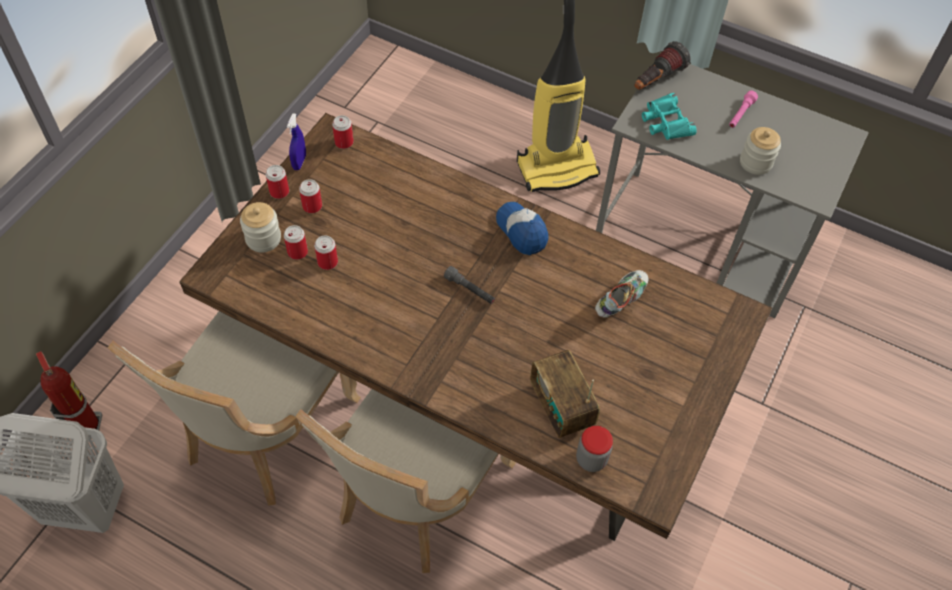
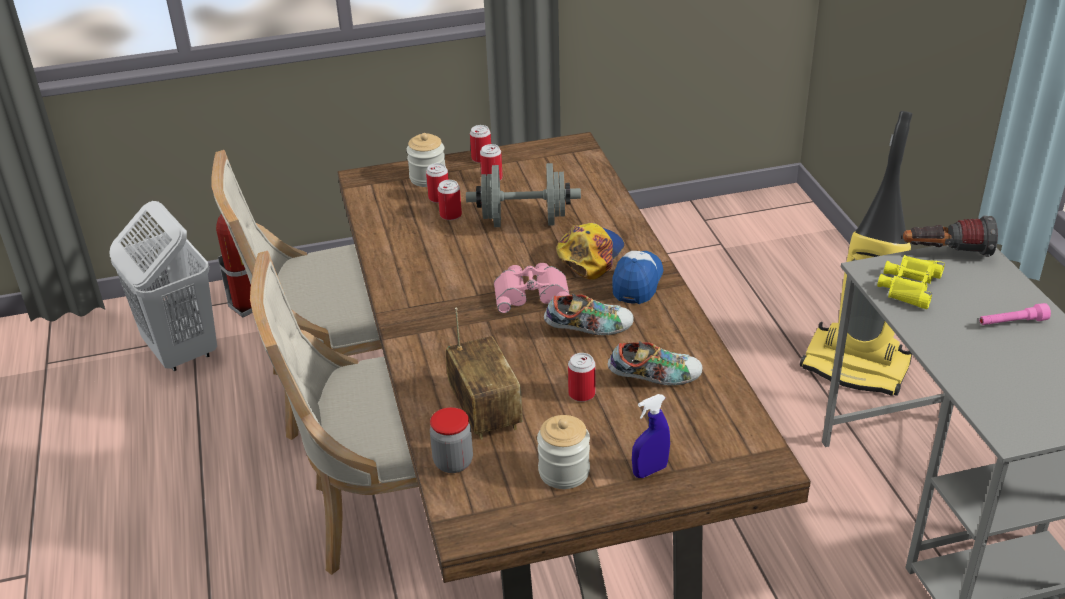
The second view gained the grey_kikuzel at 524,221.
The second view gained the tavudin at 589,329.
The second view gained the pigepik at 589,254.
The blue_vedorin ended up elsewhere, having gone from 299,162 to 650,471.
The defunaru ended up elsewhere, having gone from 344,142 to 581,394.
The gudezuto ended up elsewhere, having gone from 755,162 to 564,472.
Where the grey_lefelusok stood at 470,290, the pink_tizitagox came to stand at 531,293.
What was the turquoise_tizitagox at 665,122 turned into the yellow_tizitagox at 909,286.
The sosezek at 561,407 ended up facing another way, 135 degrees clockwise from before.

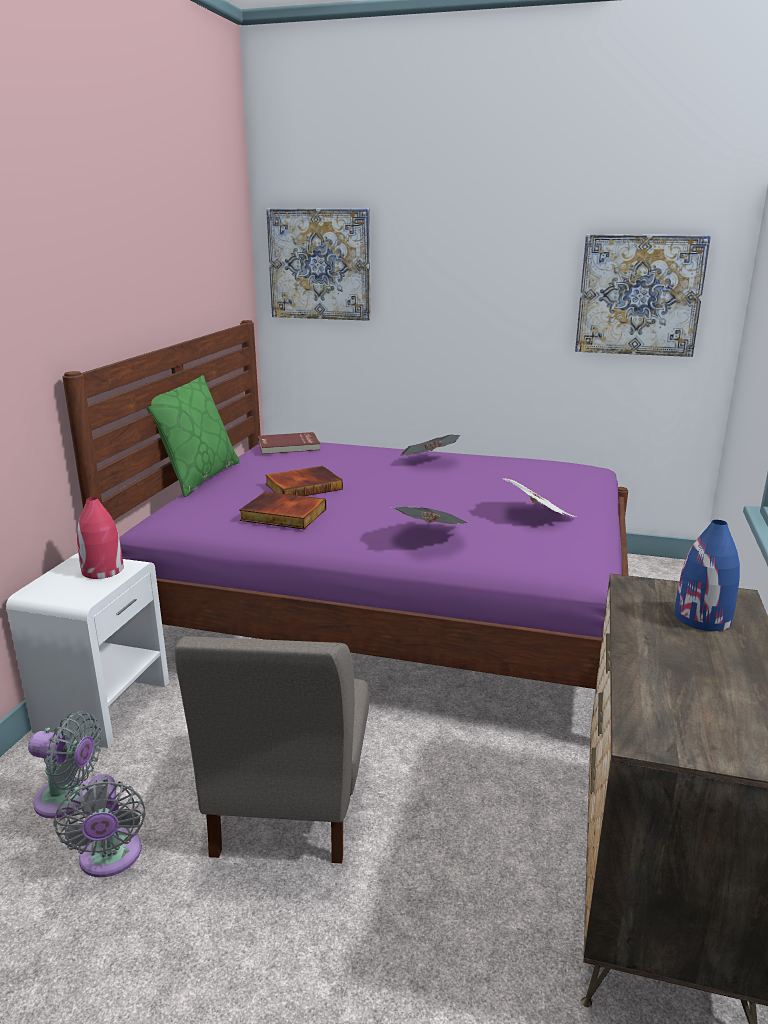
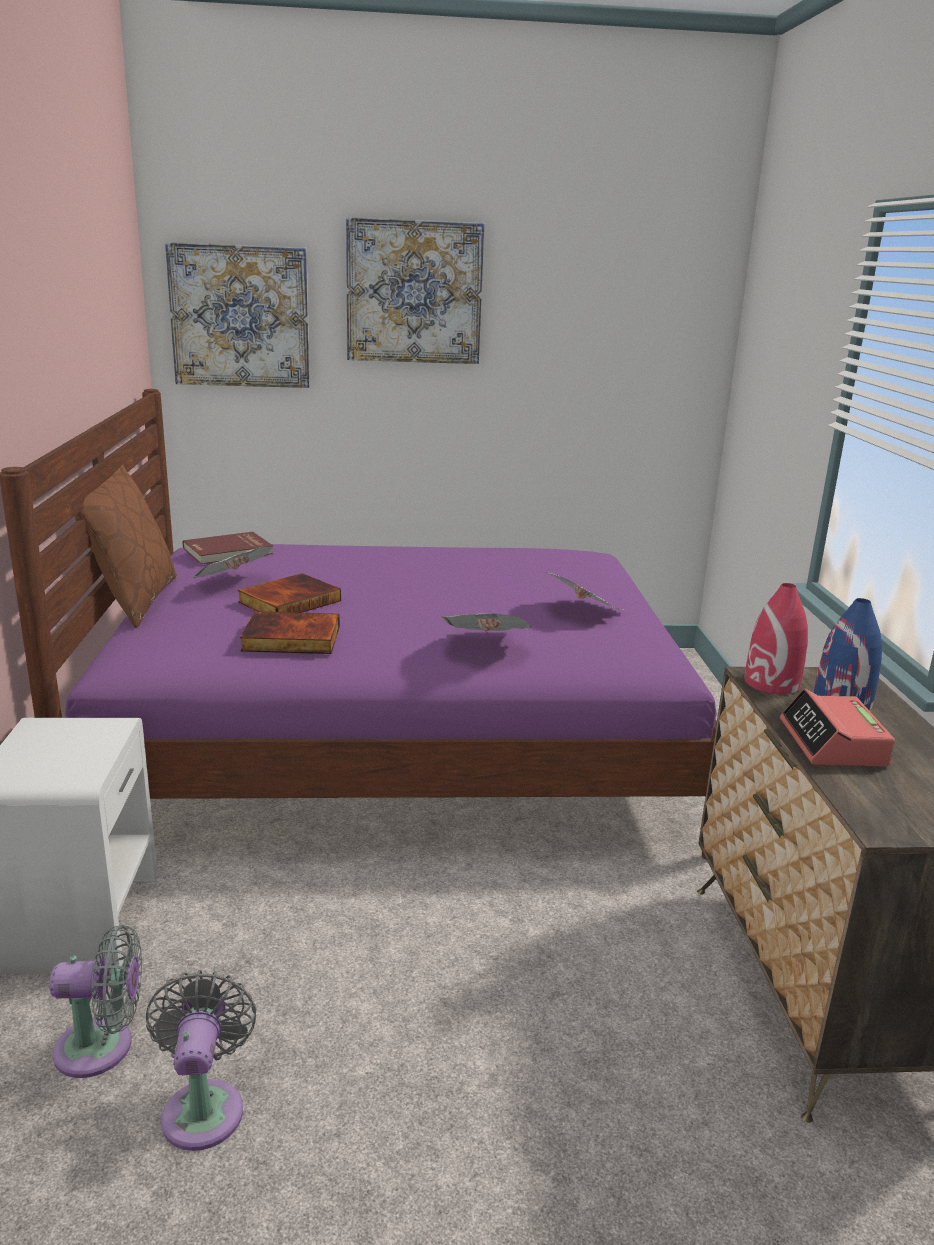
The second view lost the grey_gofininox at 288,806.
The second view gained the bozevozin at 832,744.
The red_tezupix ended up elsewhere, having gone from 102,570 to 772,683.
The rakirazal ended up elsewhere, having gone from 429,461 to 233,583.
The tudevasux ended up elsewhere, having gone from 639,295 to 414,292.
What was the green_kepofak at 198,477 turned into the brown_kepofak at 133,600.
The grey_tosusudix at 110,859 ended up facing another way, 150 degrees counterclockwise from before.

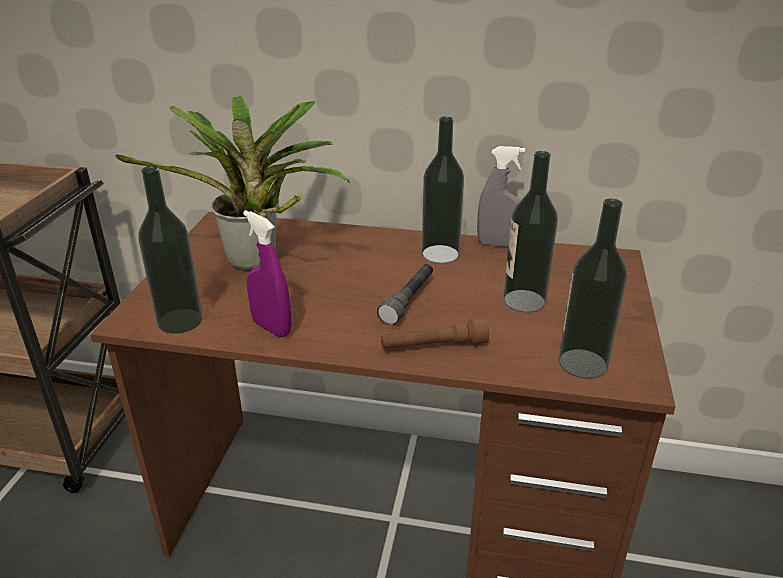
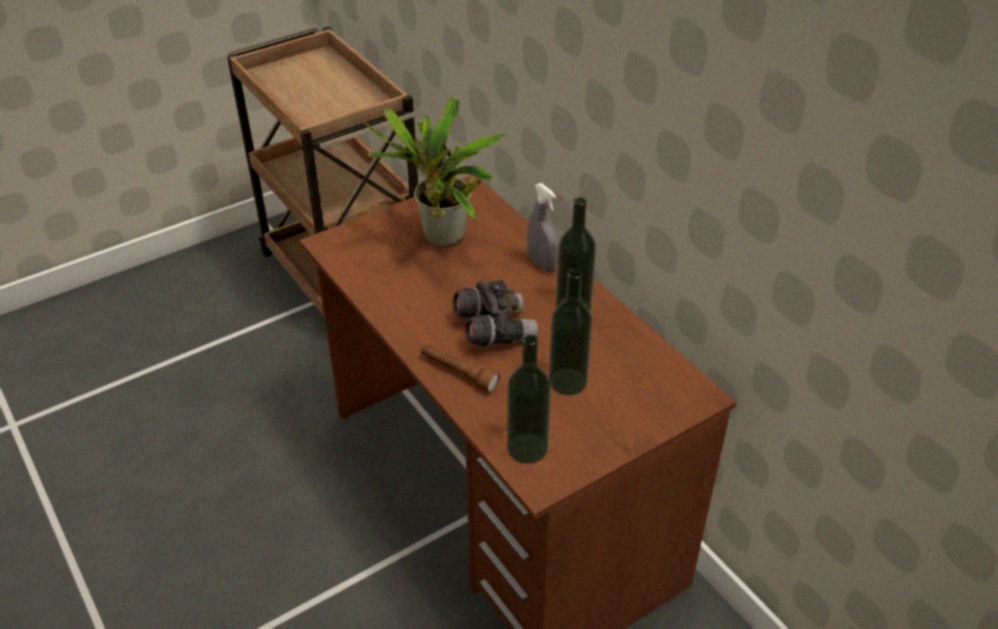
The second view lost the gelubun at 180,321.
The second view lost the purple_vedorin at 271,328.
The grey_vedorin ended up elsewhere, having gone from 498,244 to 541,264.
Where the grey_lefelusok stood at 408,300, the grey_tizitagox came to stand at 493,330.

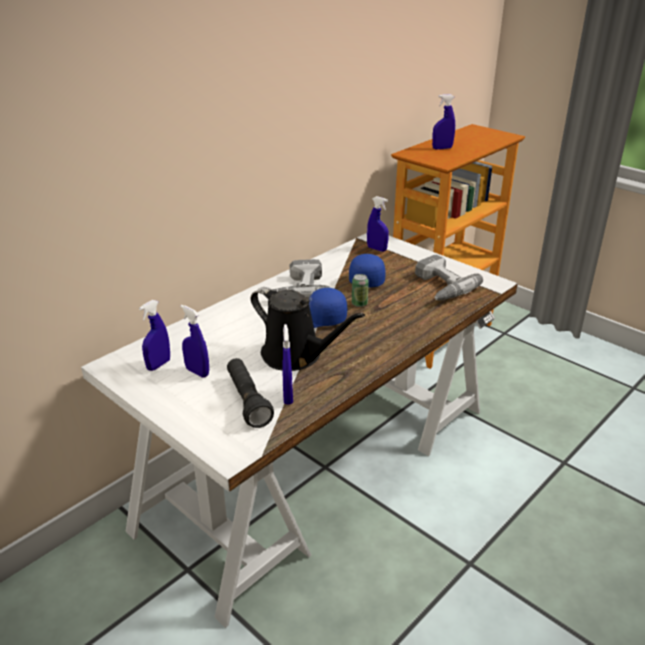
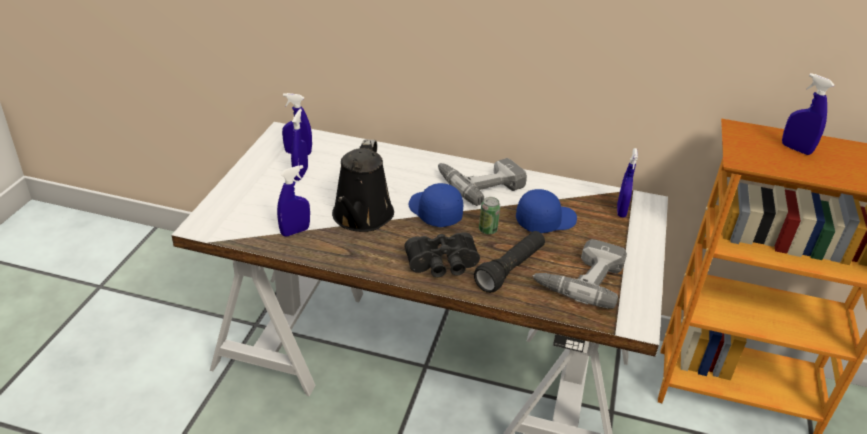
The second view gained the black_tizitagox at 442,265.
The black_lefelusok ended up elsewhere, having gone from 247,401 to 510,269.

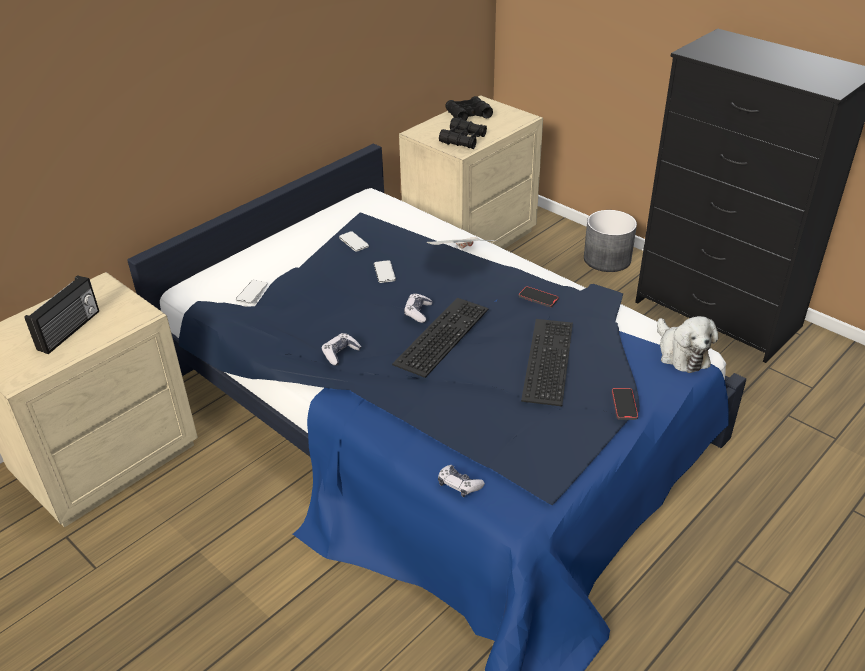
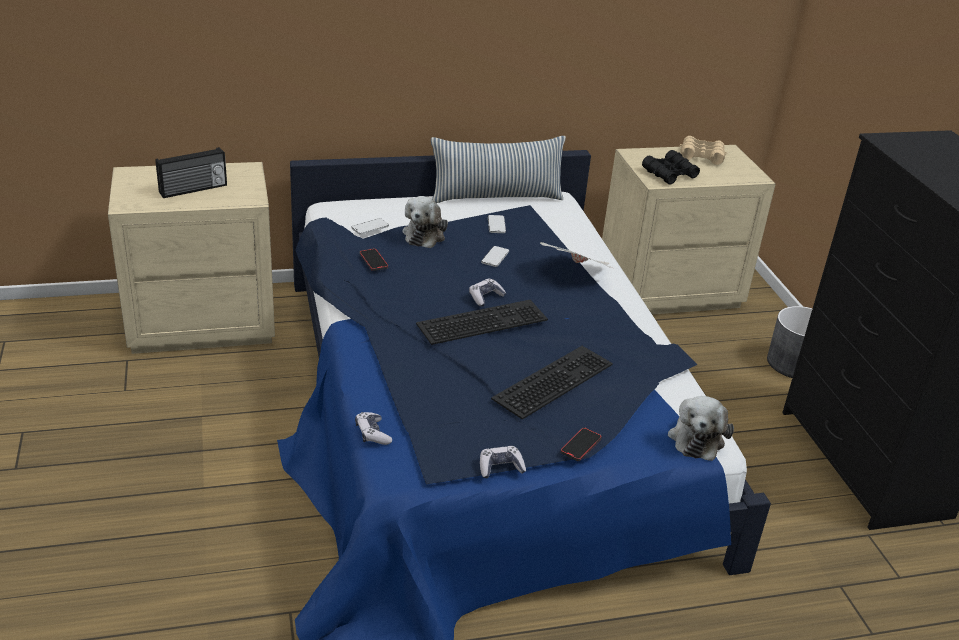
The second view gained the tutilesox at 425,234.
The second view gained the kepofak at 496,197.
The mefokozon ended up elsewhere, having gone from 340,353 to 500,467.
The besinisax ended up elsewhere, having gone from 538,298 to 373,261.
What was the black_tizitagox at 468,115 turned into the beige_tizitagox at 701,156.

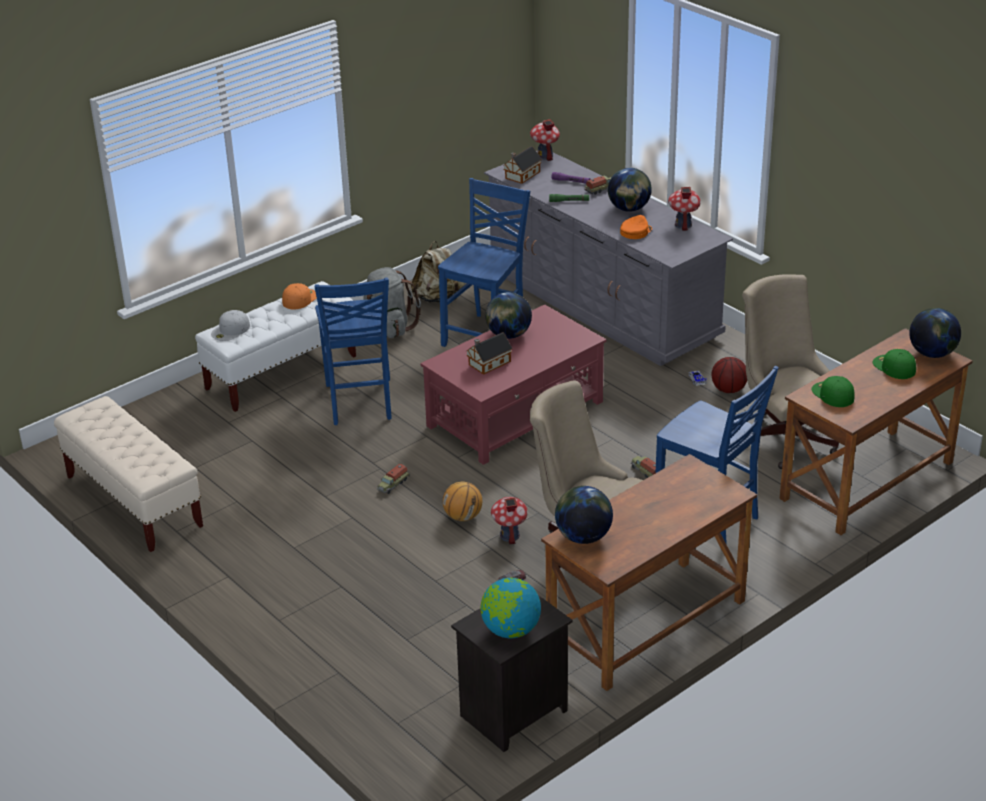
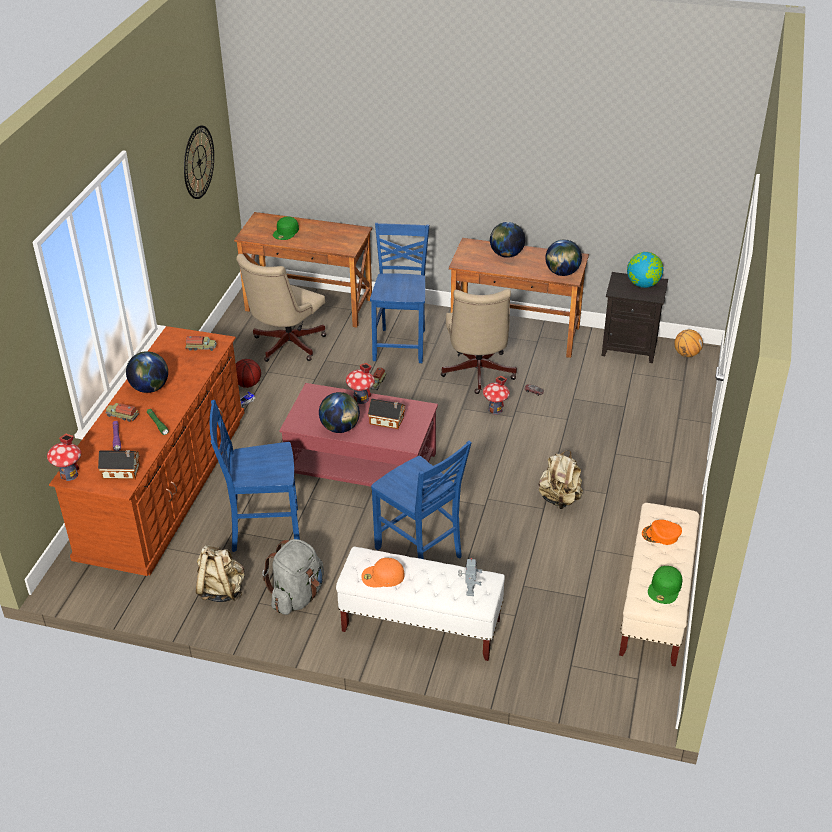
The second view gained the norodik at 199,162.
The second view gained the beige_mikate at 559,499.
The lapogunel ended up elsewhere, having gone from 393,484 to 201,347.
The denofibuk ended up elsewhere, having gone from 463,517 to 686,354.
The orange_pigepik ended up elsewhere, having gone from 635,231 to 661,535.
The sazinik ended up elsewhere, having gone from 683,224 to 361,399.
The green_pigepik ended up elsewhere, having gone from 832,394 to 665,588.
The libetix ended up elsewhere, having gone from 932,353 to 506,254.
Where the white_pigepik stood at 230,330, the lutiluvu came to stand at 469,590.
What was the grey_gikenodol at 601,304 turned into the brown_gikenodol at 165,488.
The blue_gofininox at 359,403 ended up facing another way, 90 degrees clockwise from before.

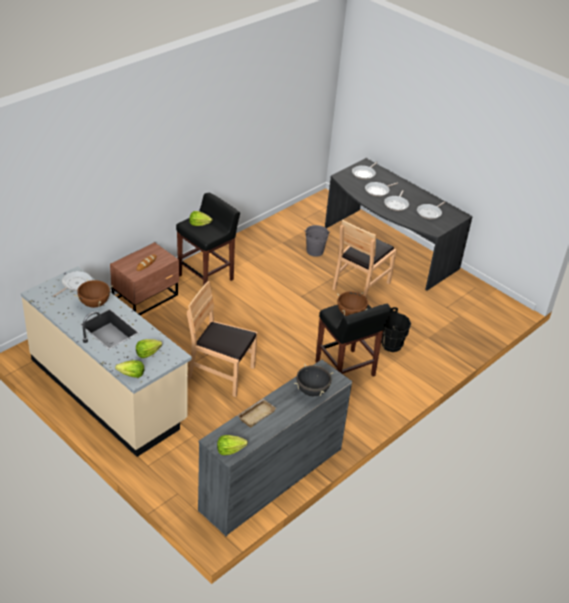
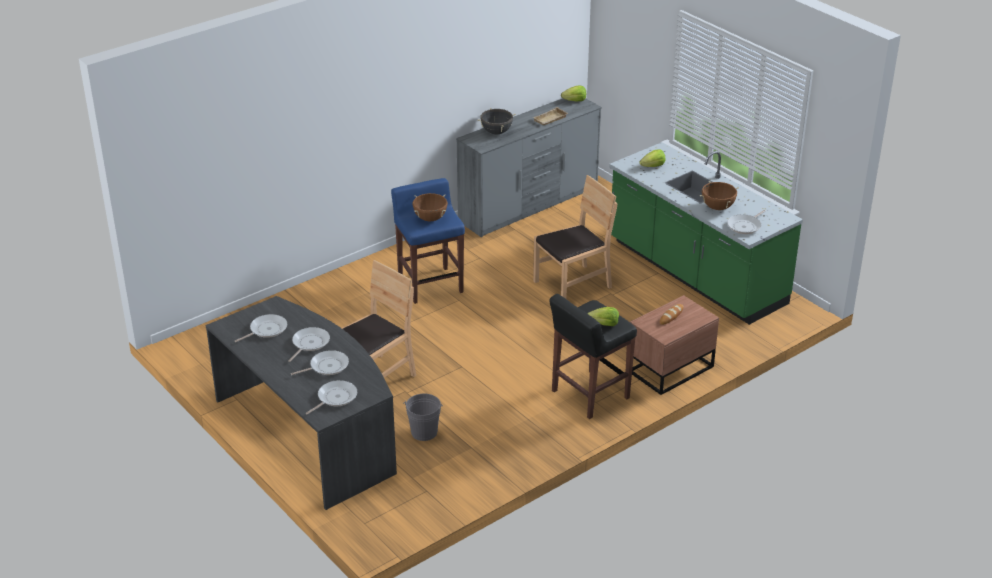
The second view lost the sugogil at 131,375.
The second view lost the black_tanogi at 391,345.
What was the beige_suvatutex at 108,390 turned into the green_suvatutex at 695,273.
What was the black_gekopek at 345,370 turned into the blue_gekopek at 430,285.
The brown_gofininox at 221,373 ended up facing another way, 60 degrees counterclockwise from before.

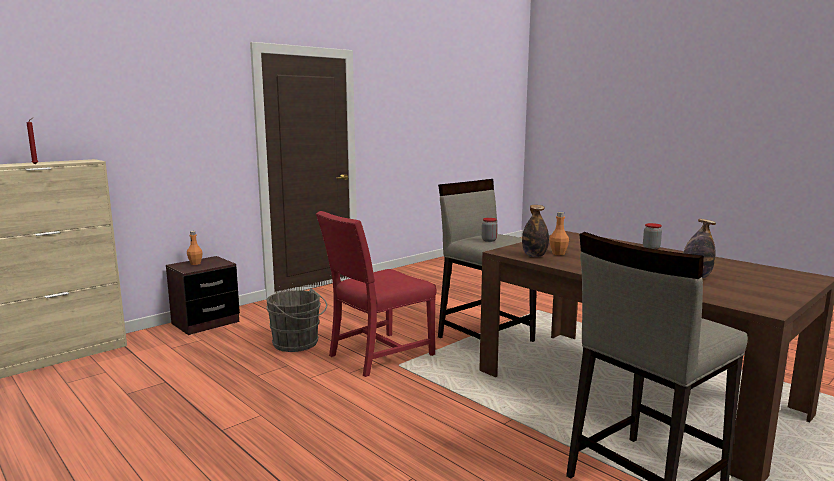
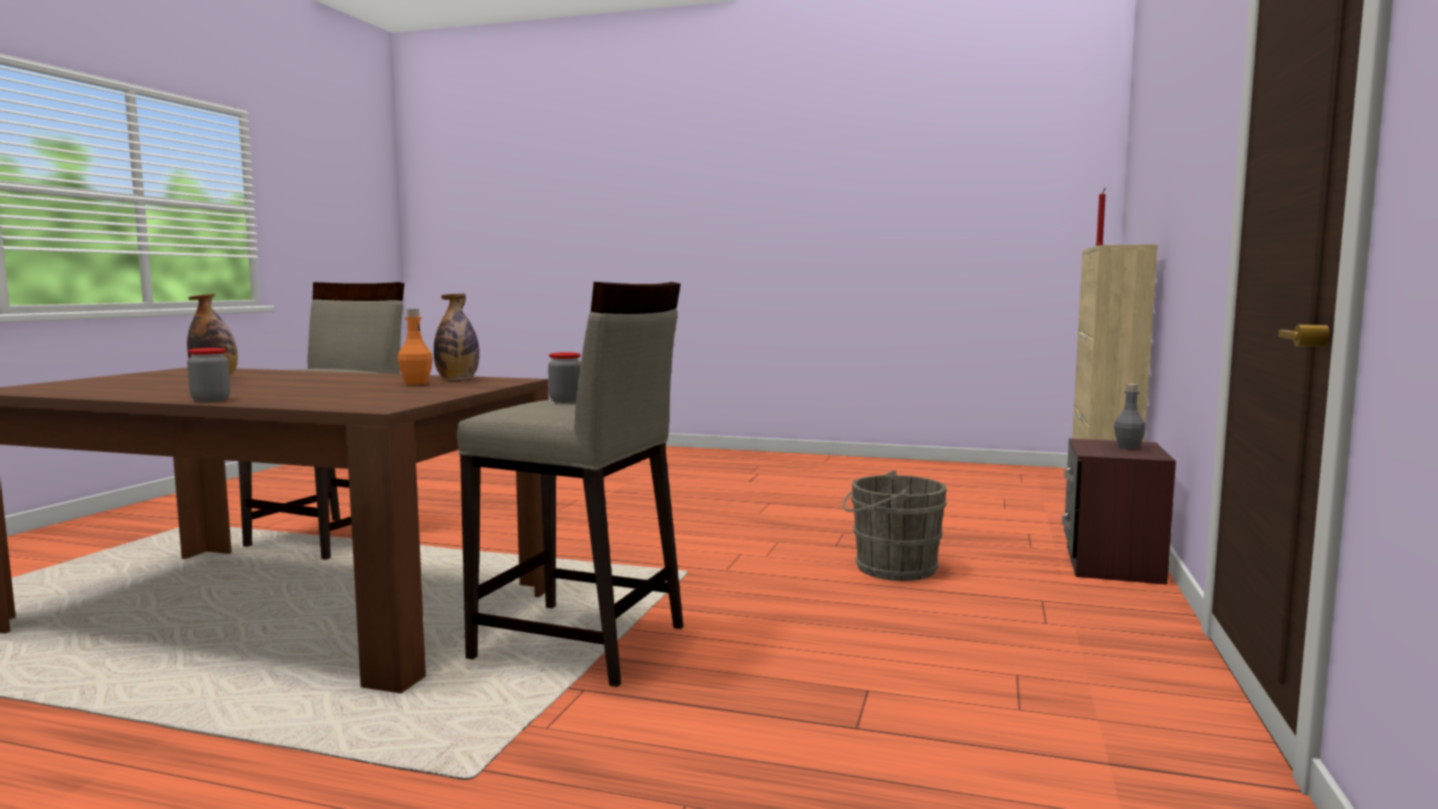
The second view lost the red_gofininox at 377,355.
What was the orange_gelubun at 195,263 turned into the grey_gelubun at 1128,447.

